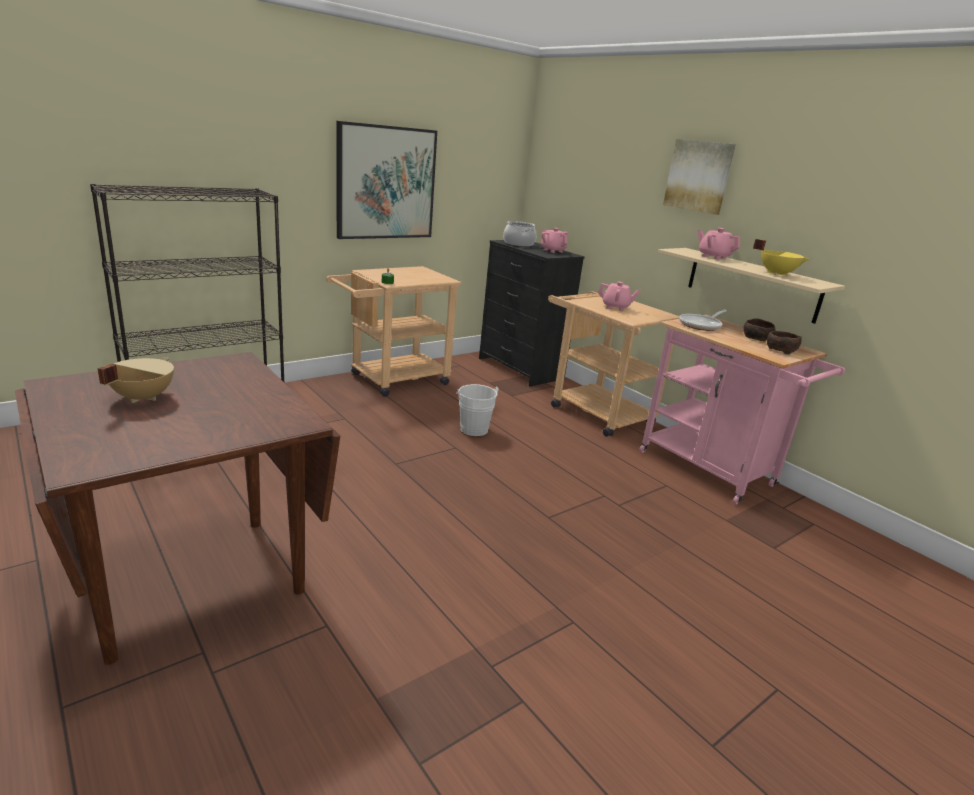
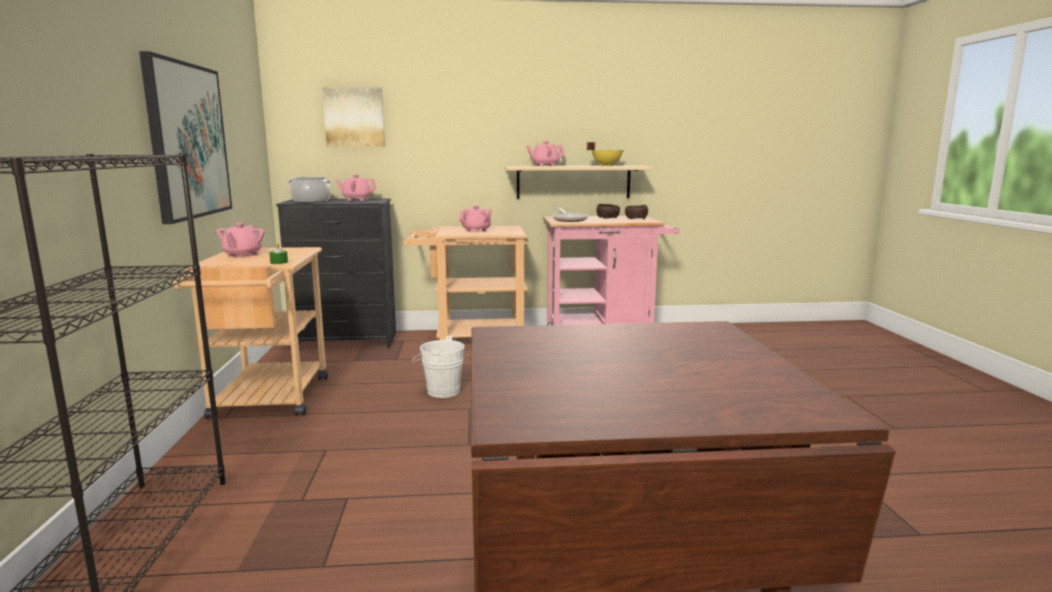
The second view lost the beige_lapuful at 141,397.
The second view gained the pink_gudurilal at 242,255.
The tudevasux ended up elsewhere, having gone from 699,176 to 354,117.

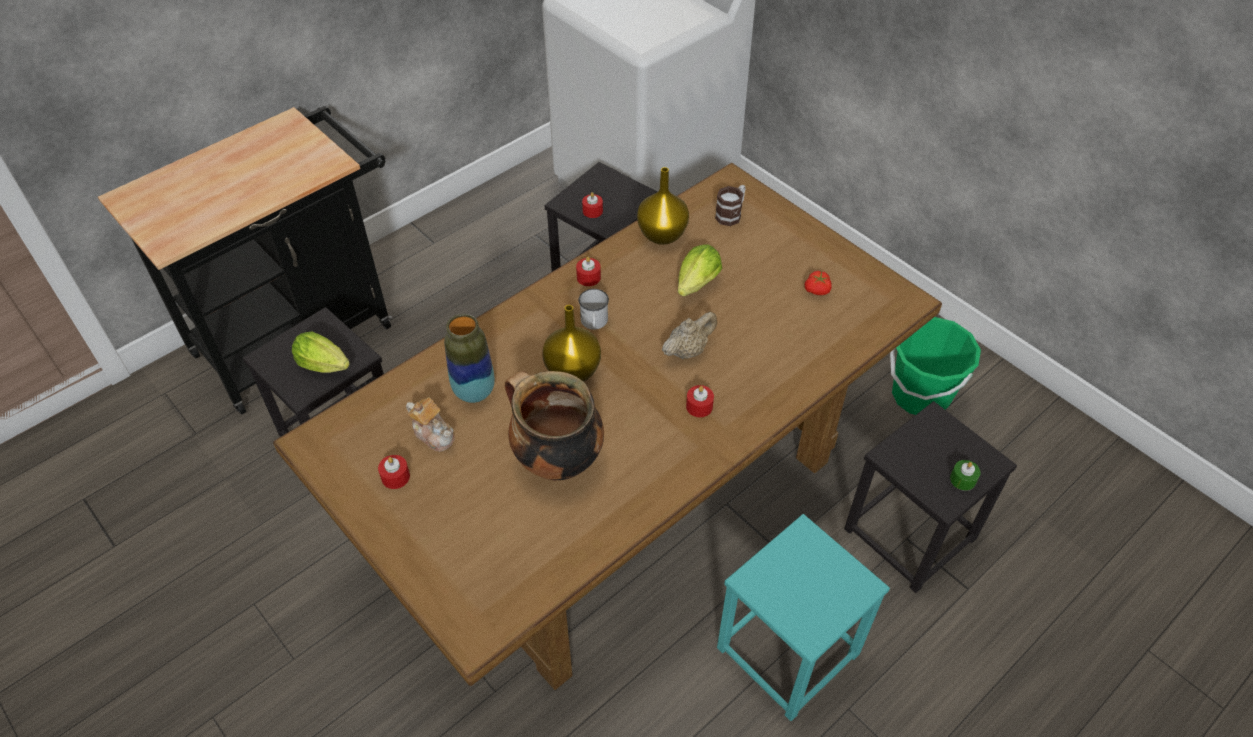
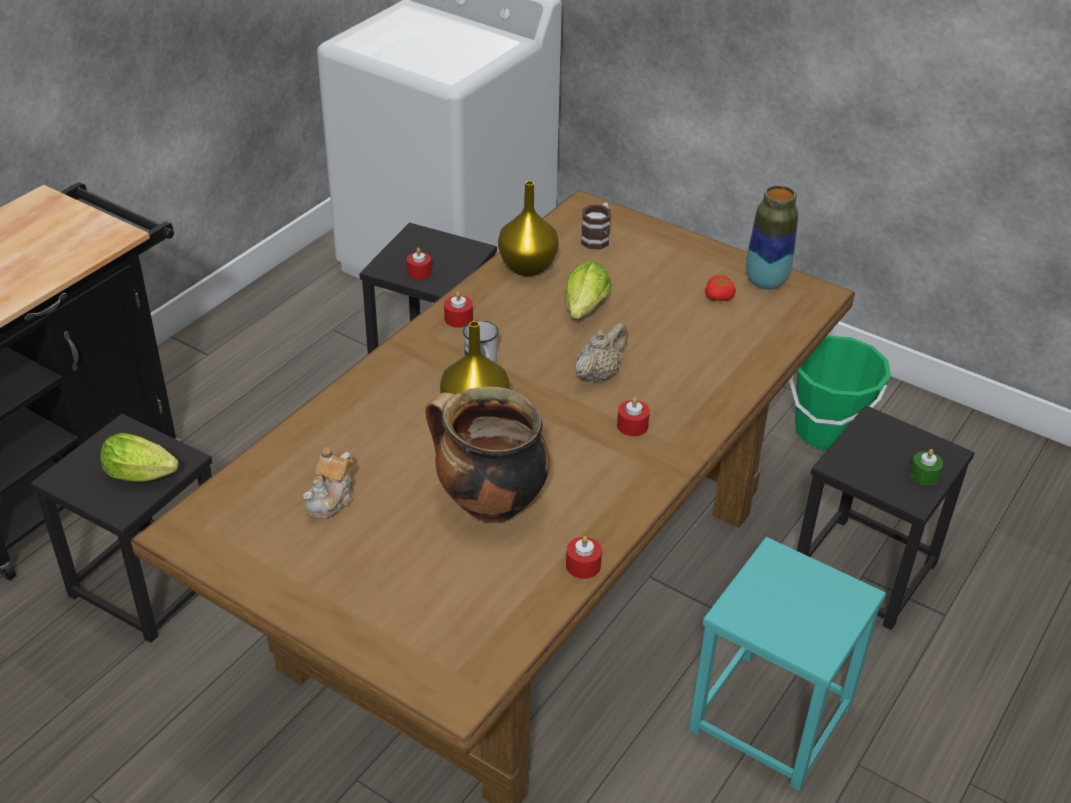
The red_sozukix ended up elsewhere, having gone from 395,477 to 583,565.
The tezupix ended up elsewhere, having gone from 474,391 to 766,281.
The gudurilal at 434,434 ended up facing another way, 90 degrees clockwise from before.

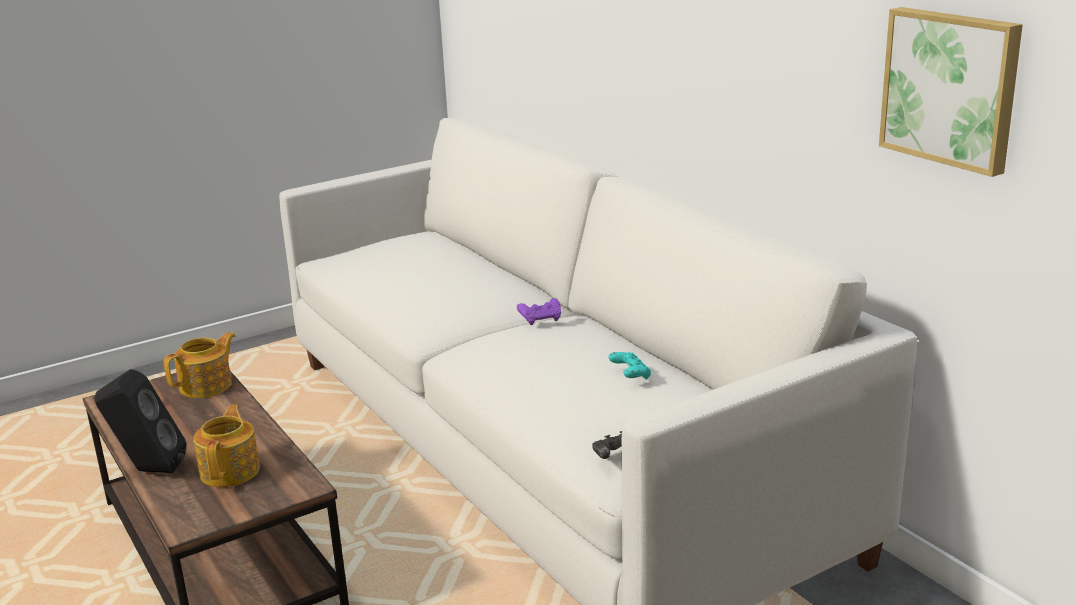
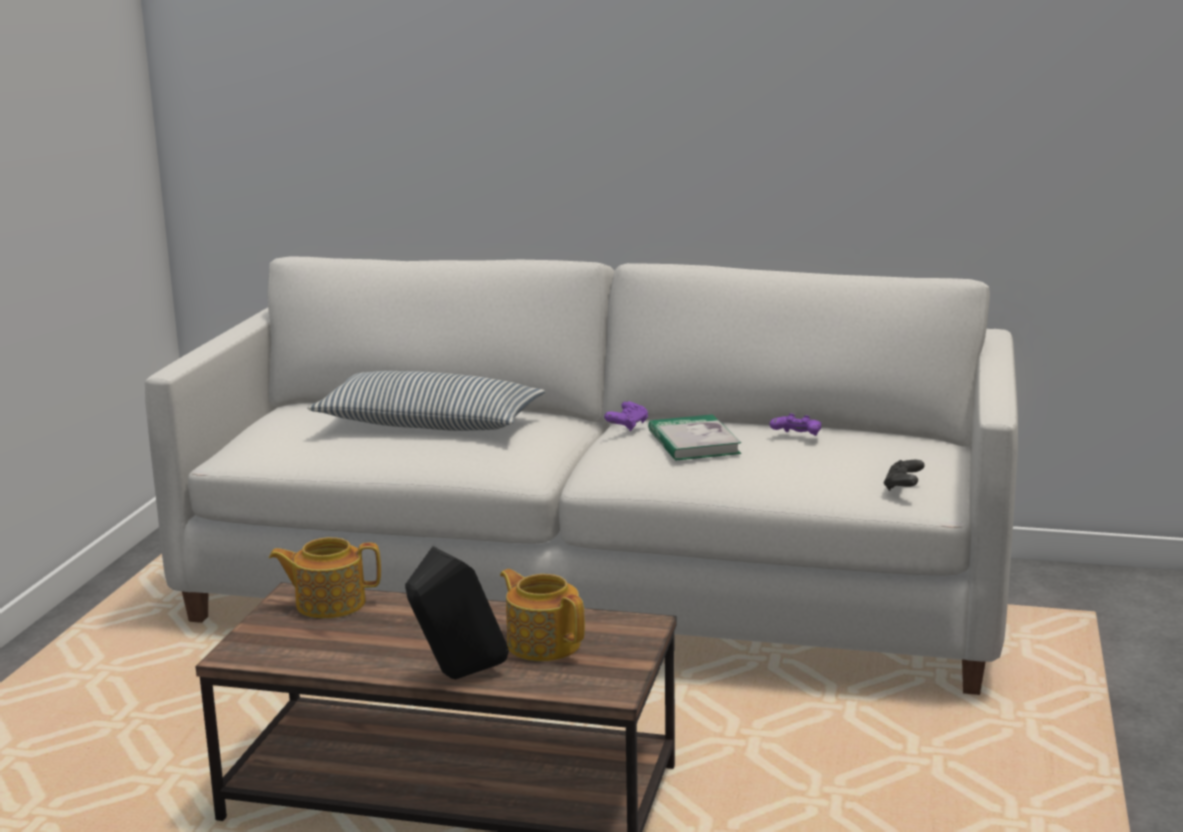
The second view lost the tudevasux at 951,88.
The second view gained the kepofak at 428,424.
The second view gained the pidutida at 693,442.
What was the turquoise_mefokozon at 630,375 turned into the purple_mefokozon at 796,437.
The gudurilal at 207,386 ended up facing another way, 90 degrees counterclockwise from before.

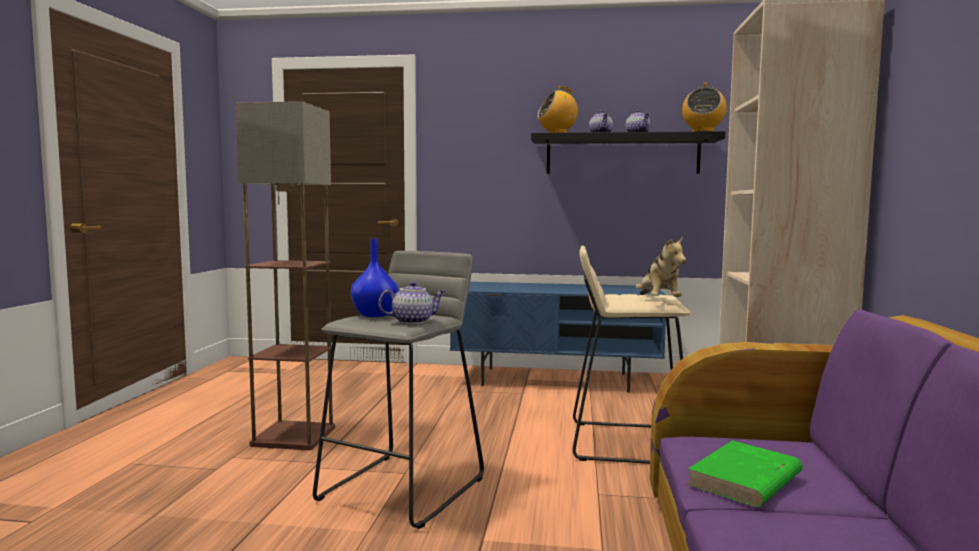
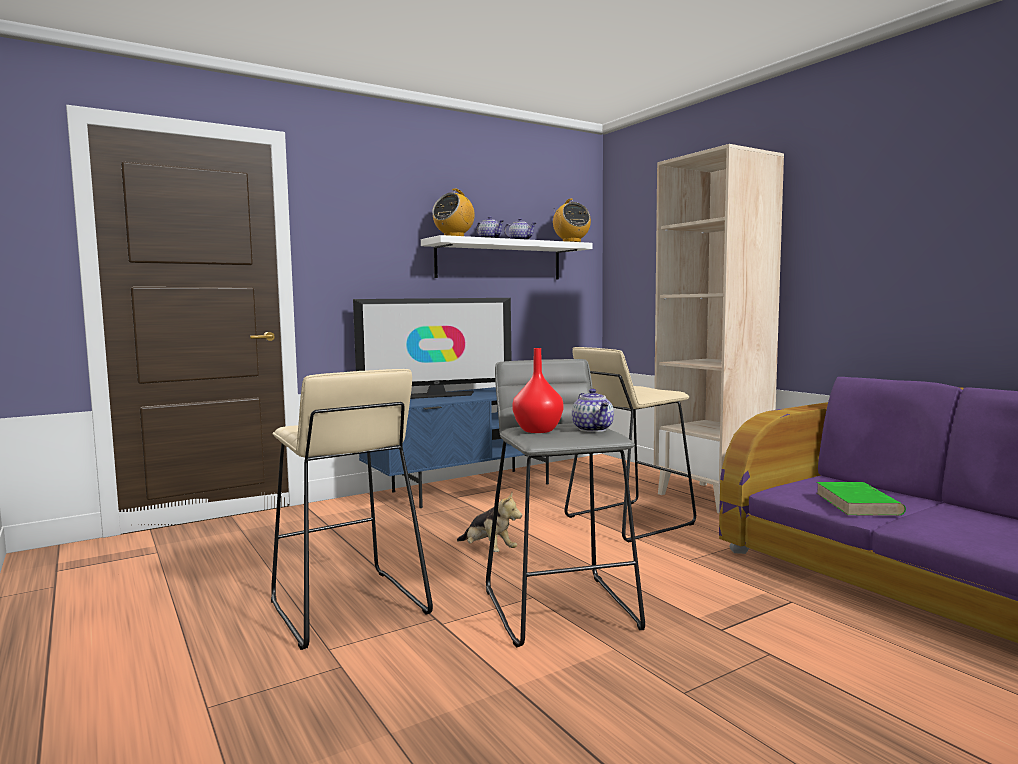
The second view gained the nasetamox at 436,395.
The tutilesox ended up elsewhere, having gone from 658,301 to 488,551.
Where the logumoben stood at 292,437, the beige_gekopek came to stand at 347,607.
What was the blue_tezupix at 374,315 turned into the red_tezupix at 538,431.
What was the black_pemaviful at 622,155 turned into the white_pemaviful at 499,260.
The gudurilal at 412,321 ended up facing another way, 135 degrees clockwise from before.

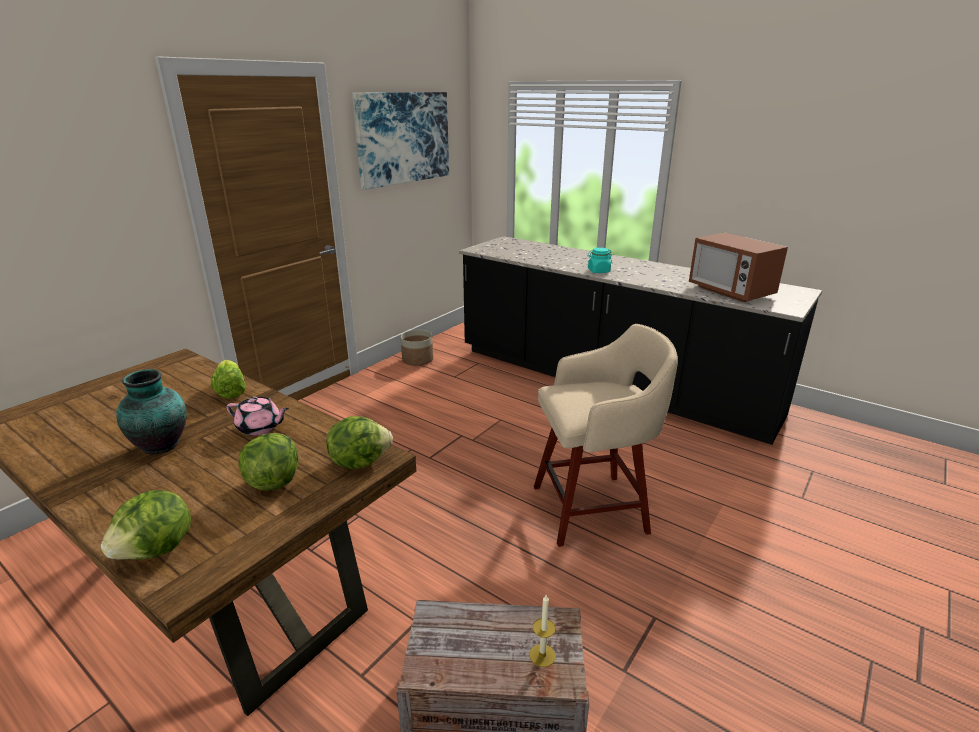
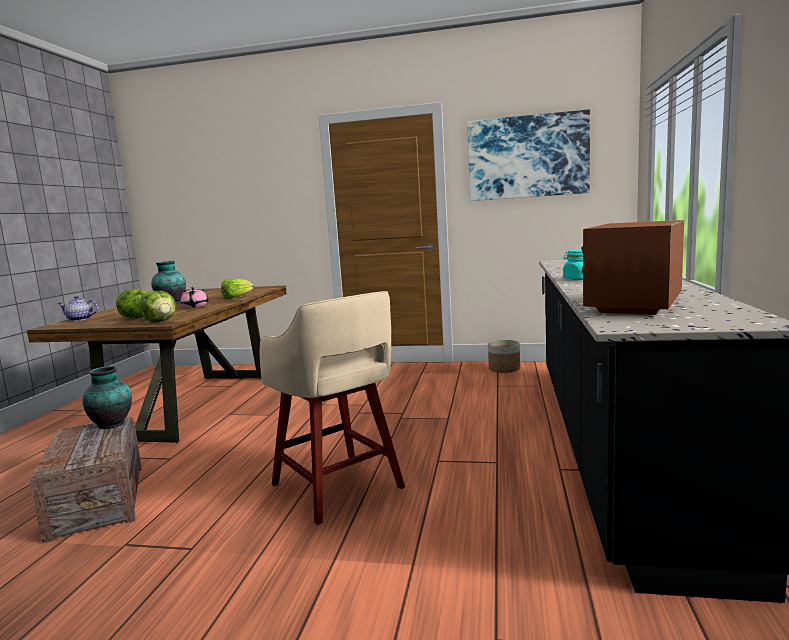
The second view lost the sozukix at 542,655.
The second view gained the tezupix at 112,424.
Where the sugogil stood at 158,550, the gudurilal came to stand at 79,319.

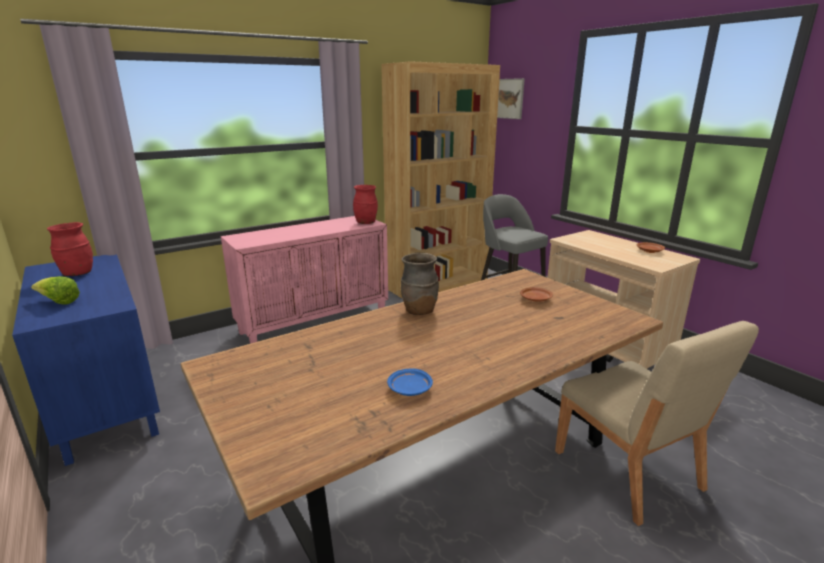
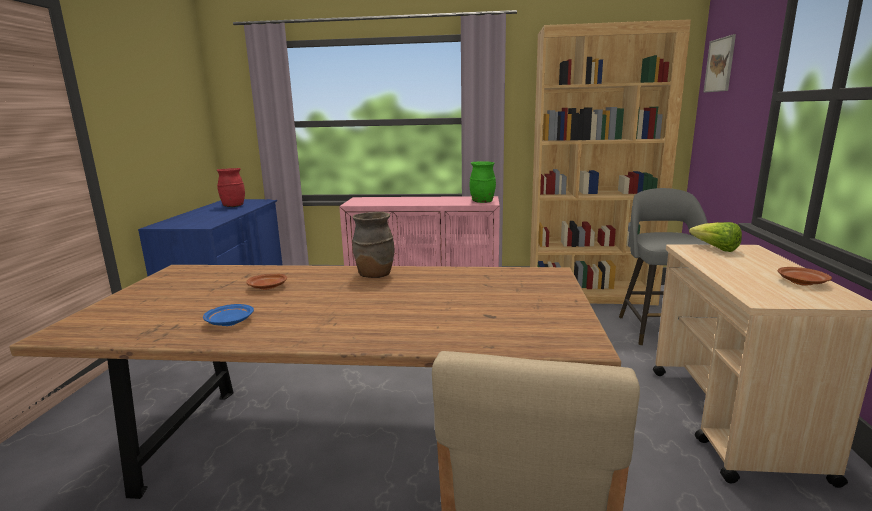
The sugogil ended up elsewhere, having gone from 59,302 to 716,249.
The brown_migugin ended up elsewhere, having gone from 535,299 to 268,287.
What was the red_tezupix at 366,223 turned into the green_tezupix at 482,202.

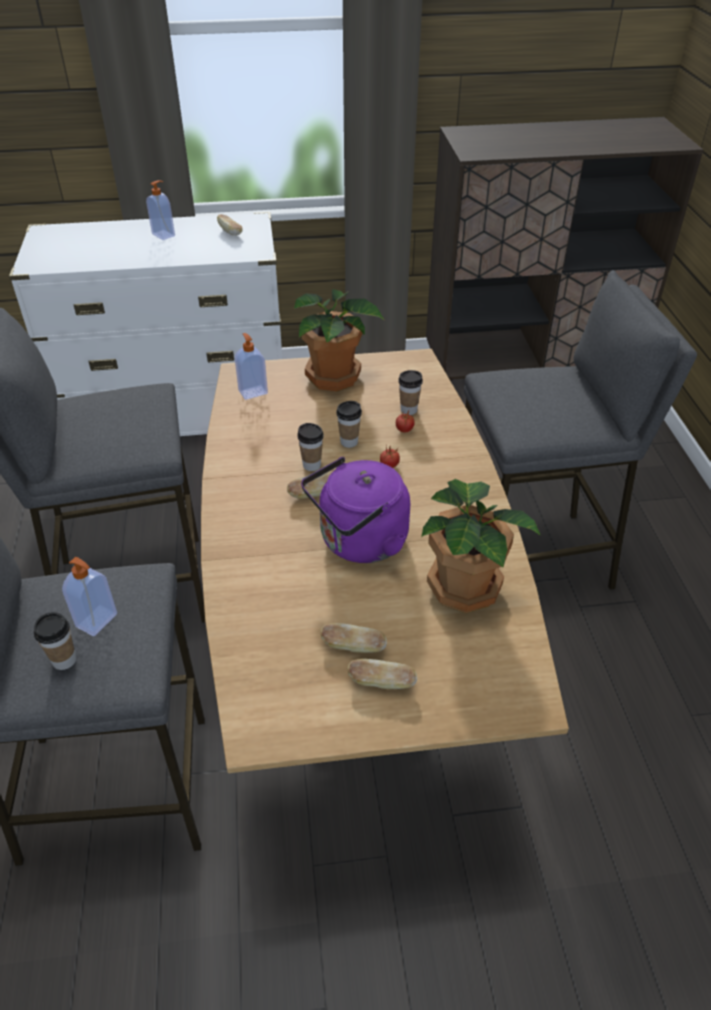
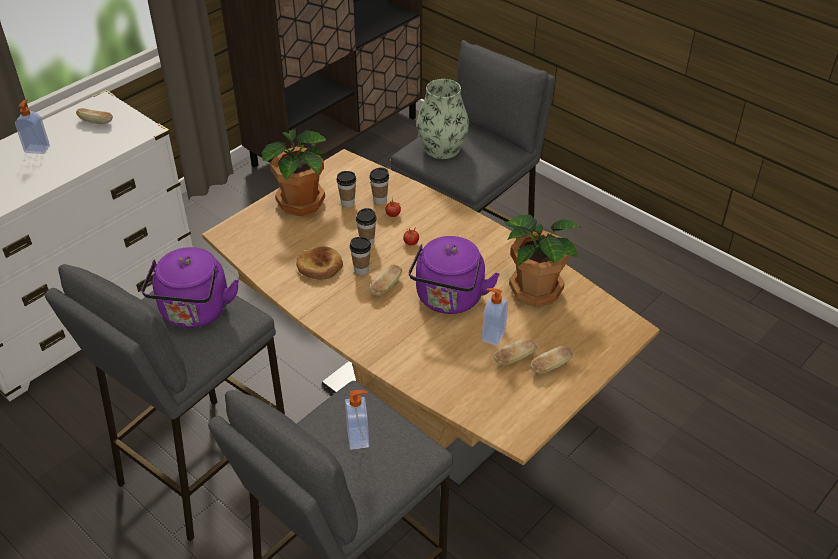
The second view gained the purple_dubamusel at 194,313.
The second view gained the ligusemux at 320,266.
The second view gained the tezupix at 442,148.
The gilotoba ended up elsewhere, having gone from 64,660 to 347,202.
The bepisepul ended up elsewhere, having gone from 252,392 to 492,335.

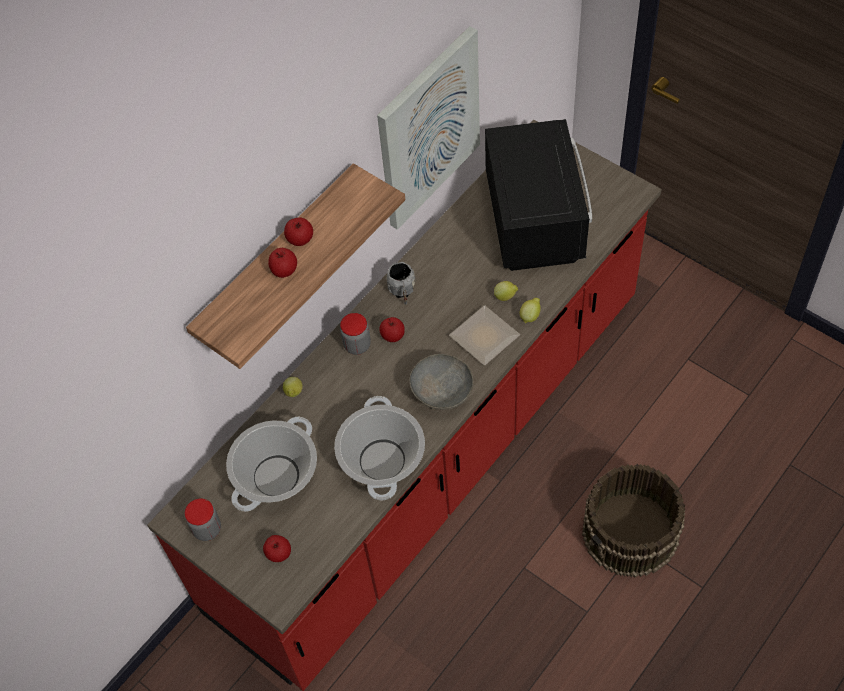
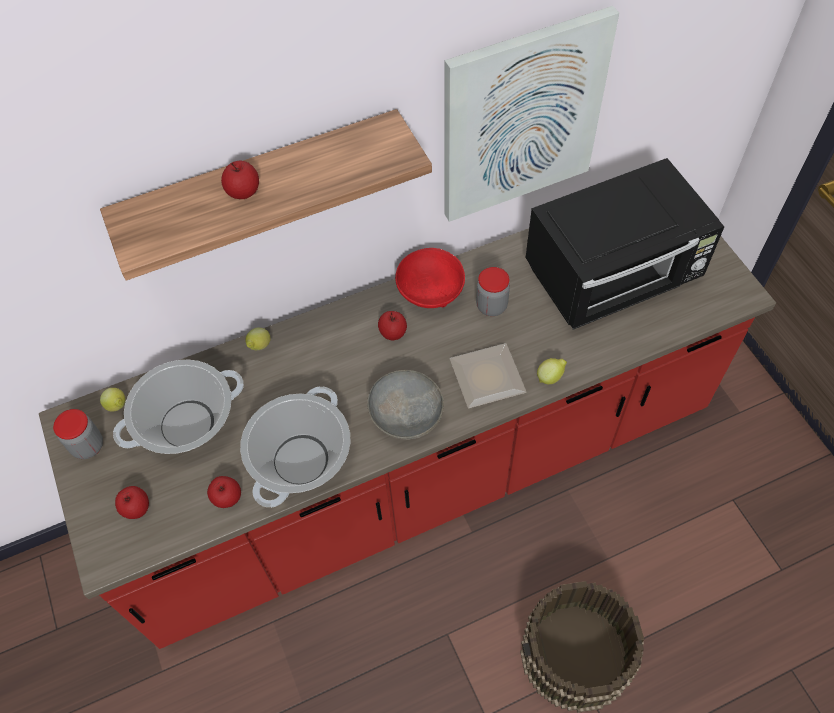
The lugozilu ended up elsewhere, having gone from 300,239 to 227,498.
The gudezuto ended up elsewhere, having gone from 357,345 to 491,306.
The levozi ended up elsewhere, having gone from 506,297 to 118,406.
Where the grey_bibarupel stood at 402,292, the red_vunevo came to stand at 429,293.
The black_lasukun at 535,219 ended up facing another way, 45 degrees clockwise from before.

